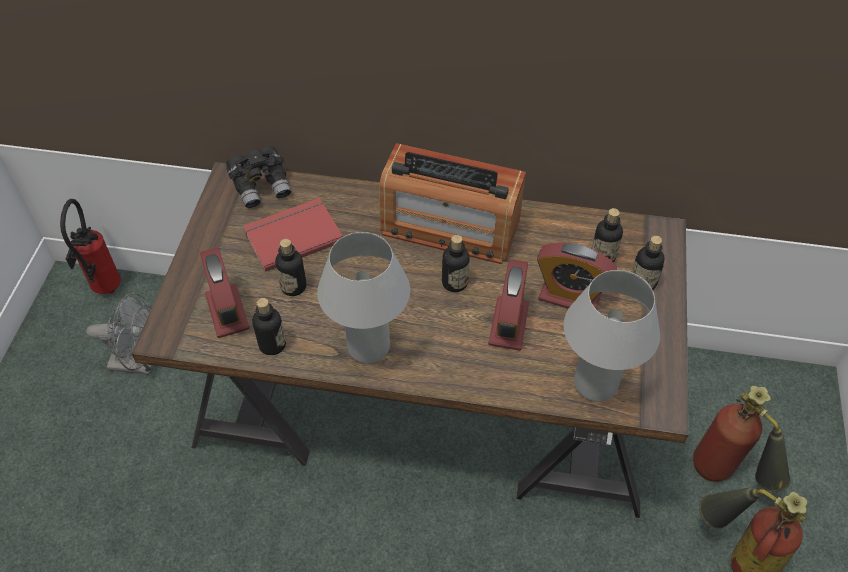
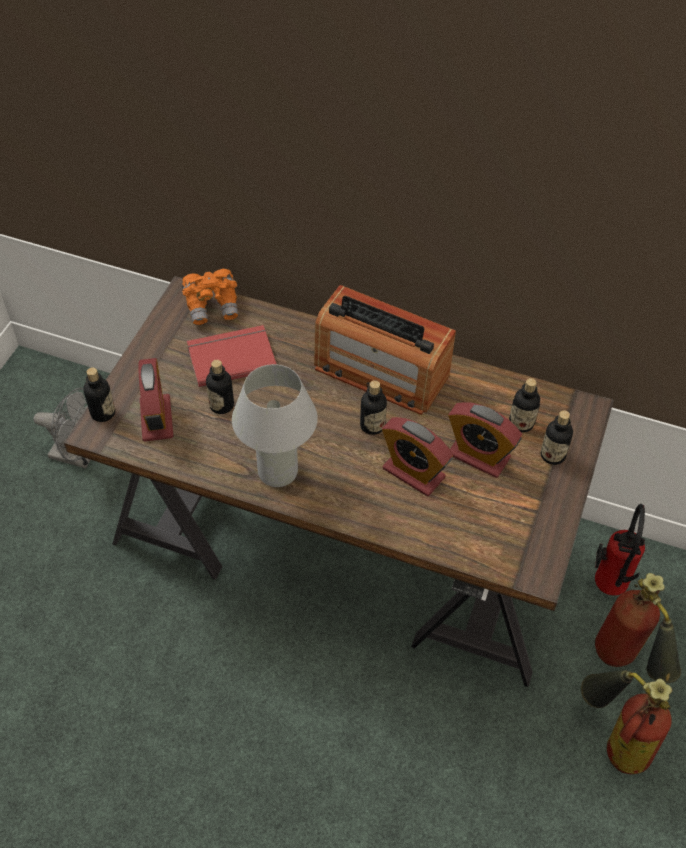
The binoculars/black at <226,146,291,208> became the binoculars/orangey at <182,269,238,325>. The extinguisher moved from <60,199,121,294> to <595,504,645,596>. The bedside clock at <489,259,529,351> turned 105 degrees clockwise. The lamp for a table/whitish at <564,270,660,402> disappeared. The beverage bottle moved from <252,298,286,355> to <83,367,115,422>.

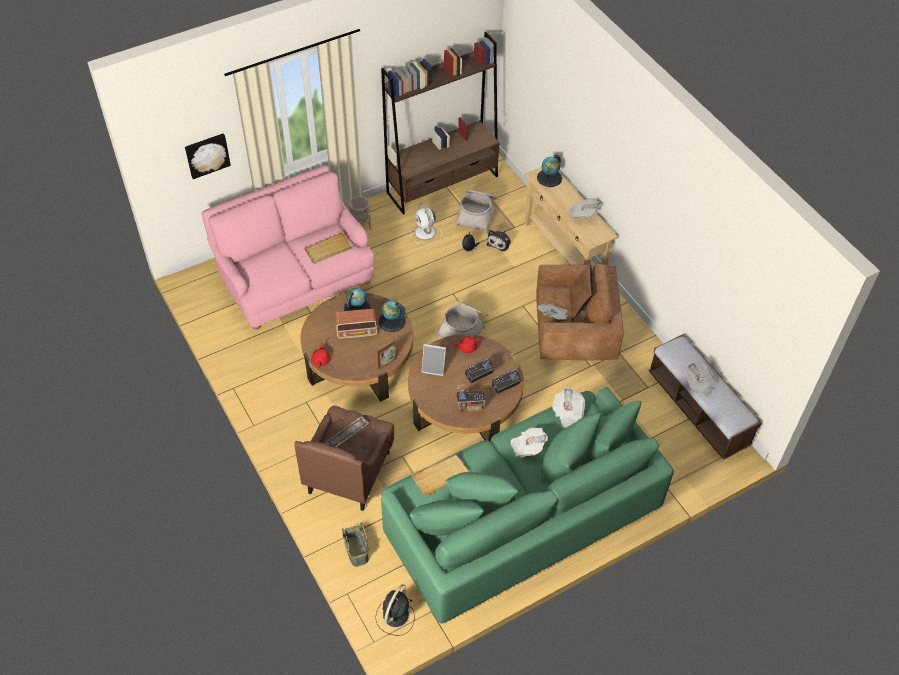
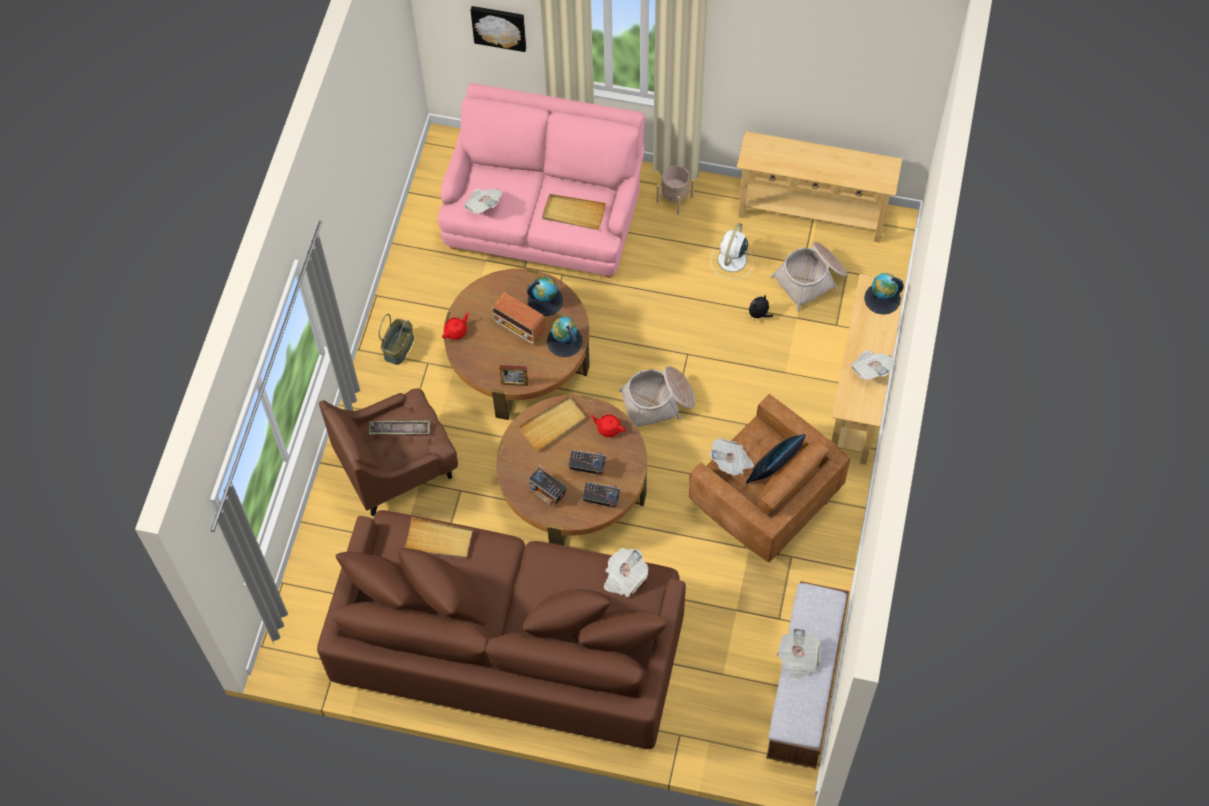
The bookshelf/brown at <381,32,500,215> was replaced by the console table/sand-coloured at <737,131,902,243>. The soft toy at <487,230,511,251> disappeared. The throw pillow/brown at <570,264,593,321> became the throw pillow/blue at <746,434,806,483>. The photo frame at <422,344,446,376> was replaced by the serving tray/sand-coloured at <519,396,587,451>. The sofa/green-coloured at <381,387,674,623> became the sofa/brown at <317,510,686,749>. The newspaper moved from <510,428,548,457> to <463,188,503,214>. The storage basket moved from <342,522,368,567> to <379,314,414,365>. The cooling fan/black at <375,584,414,636> disappeared.

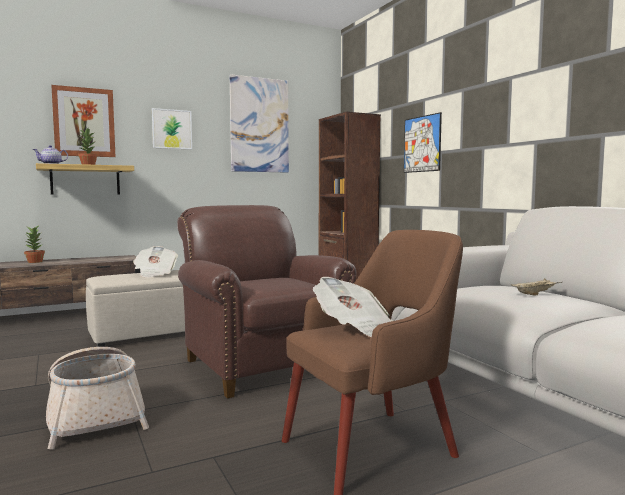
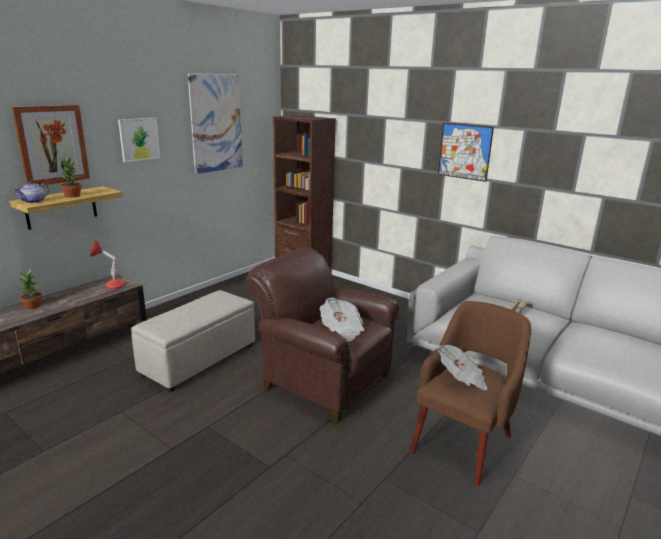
The picture moved from <404,112,442,173> to <438,123,494,182>. The newspaper moved from <133,246,178,278> to <320,298,365,342>. The storage basket at <46,347,149,449> disappeared. The lamp for a table/red at <90,240,125,289> appeared.

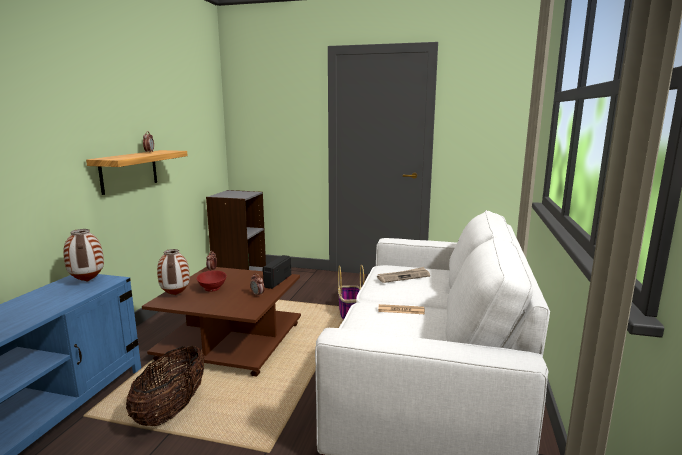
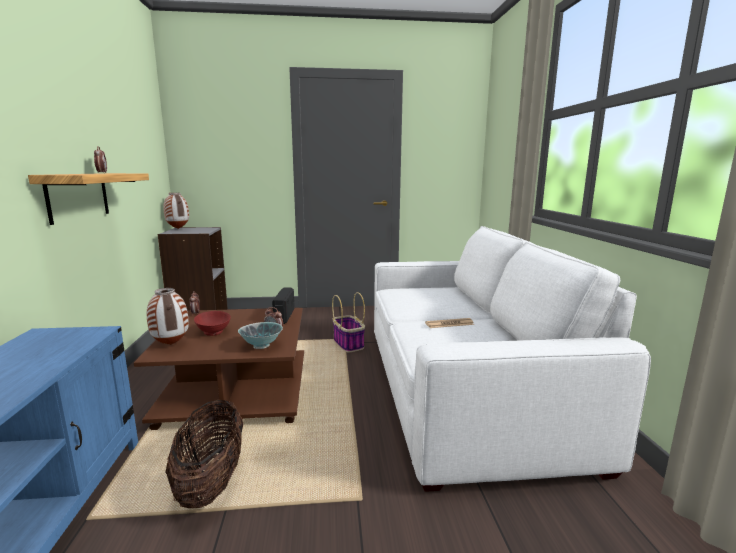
The decorative vase moved from <63,229,104,281> to <163,193,189,229>. The newspaper at <377,267,430,283> disappeared. The serving bowl at <238,322,283,349> appeared.

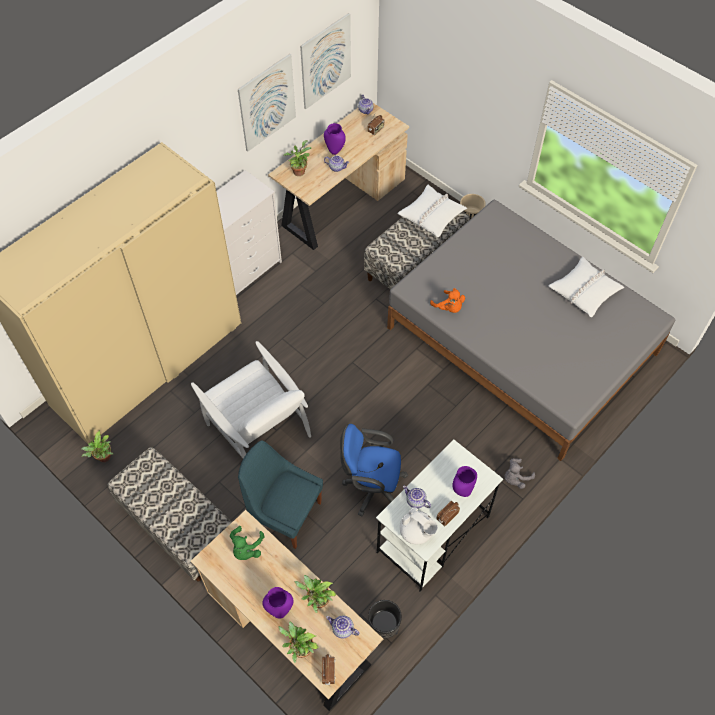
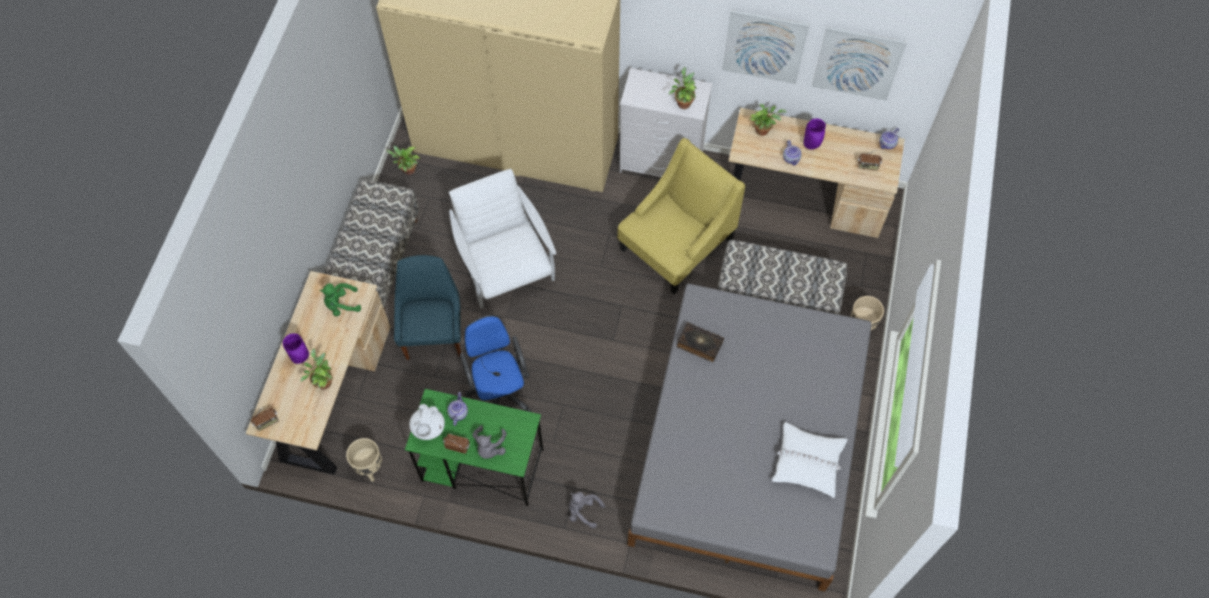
The throw pillow/whitish at <397,185,467,237> disappeared. The soft toy/orangey at <430,288,465,313> was replaced by the book at <677,322,724,362>. The lounge chair/whitish at <191,341,311,459> turned 135 degrees clockwise. The desk/whitish at <376,439,503,591> became the desk/green-coloured at <405,389,544,506>. The decorative vase/purplish at <453,466,477,497> was replaced by the soft toy/grey at <472,425,507,459>. The plant pot/black at <368,600,402,639> became the plant pot/sand-coloured at <346,438,382,482>. The pot for tea at <326,615,359,638> disappeared. The potted plant moved from <278,621,319,663> to <669,67,697,109>. The lounge chair/yellow at <617,138,745,294> appeared.

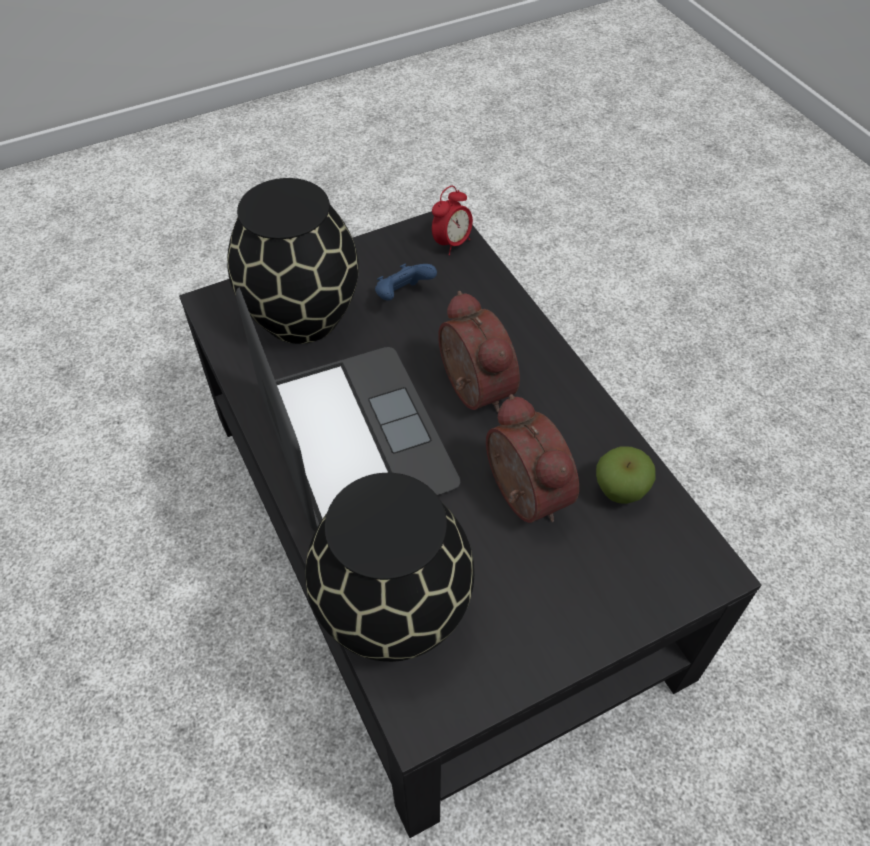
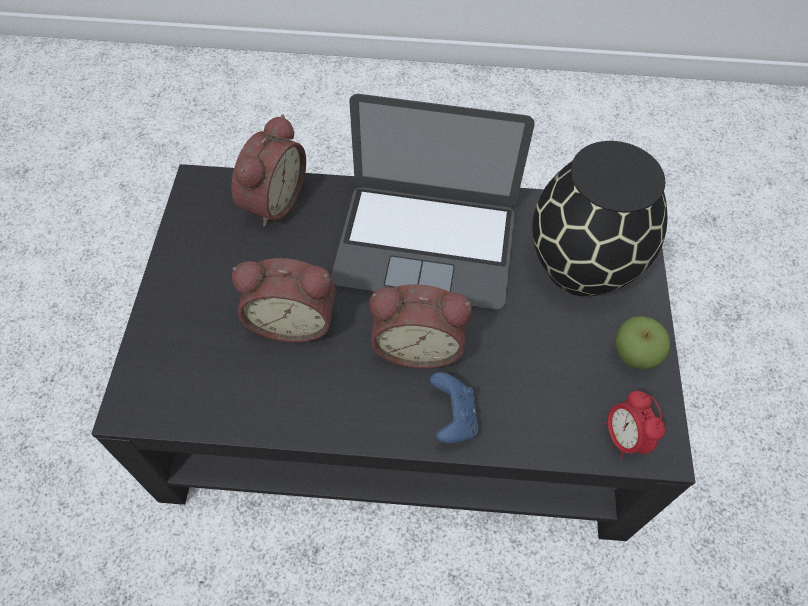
The joypad/blue moved from <375,264,437,301> to <430,372,478,443>. The whole apple moved from <596,446,656,504> to <615,316,670,369>. The decorative vase/black at <305,473,474,662> was replaced by the bedside clock at <231,115,306,227>.

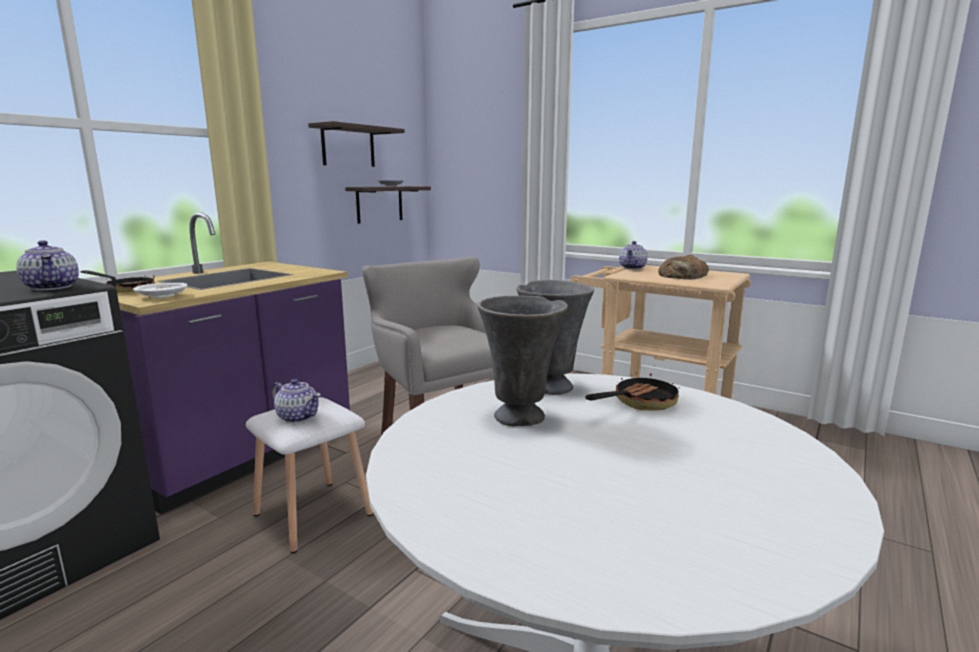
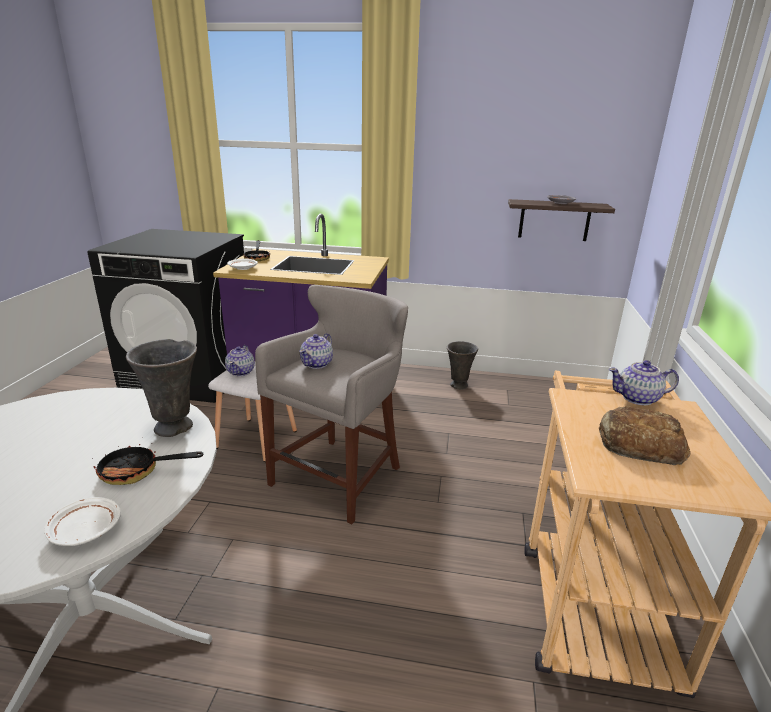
The wall shelf at <308,121,405,167> disappeared. The pot for tea moved from <16,240,79,291> to <299,333,333,369>. The decorative vase/grey moved from <477,296,568,426> to <447,341,478,390>. The frying pan at <586,373,679,411> turned 150 degrees clockwise. The plate/whitish at <44,497,121,546> appeared.

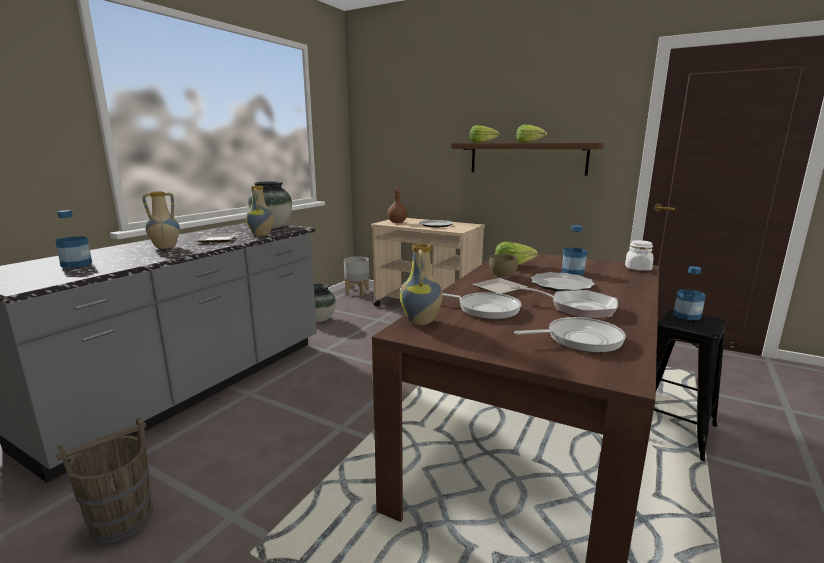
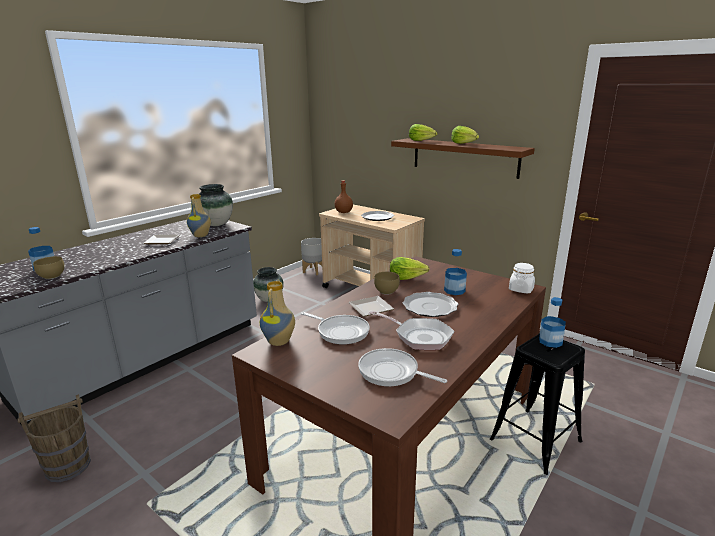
The decorative vase at <142,191,180,249> disappeared. The frying pan at <514,317,626,353> turned 150 degrees counterclockwise. The serving bowl/brown at <33,256,65,279> appeared.

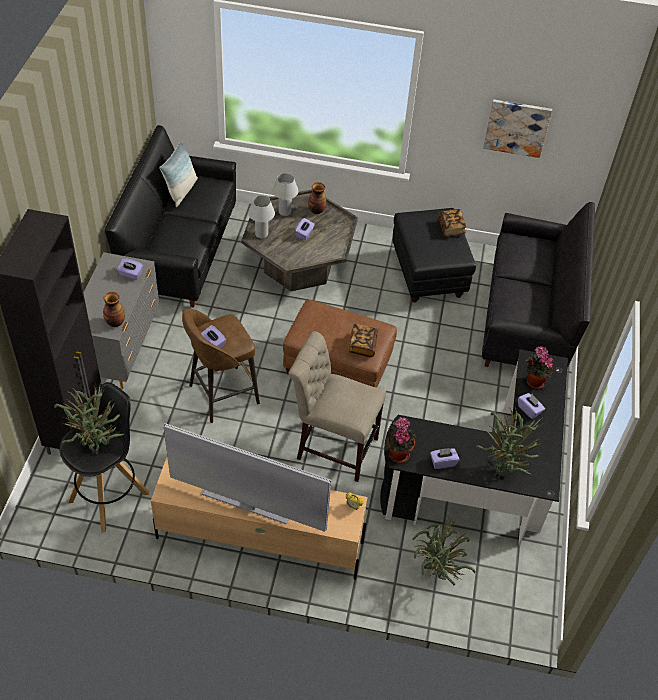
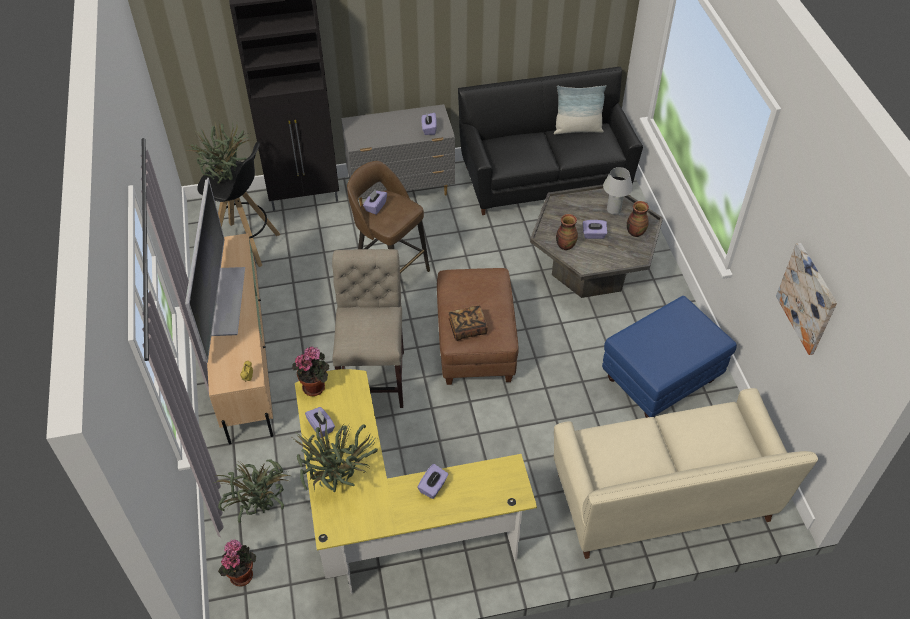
The lamp for a table/whitish at <248,195,275,238> disappeared. The sofa/black at <482,202,595,368> became the sofa/sand-coloured at <554,388,818,559>. The pouffe/black at <393,208,476,302> became the pouffe/blue at <602,296,737,418>. The book at <438,209,466,237> disappeared. The decorative vase moved from <103,292,125,327> to <556,214,578,250>. The potted plant moved from <525,346,554,389> to <218,539,256,586>. The desk/black at <380,349,568,546> became the desk/yellow at <295,369,537,594>.

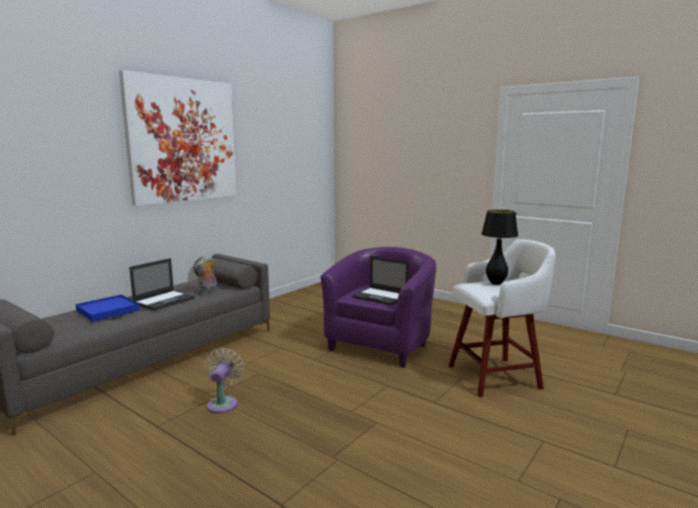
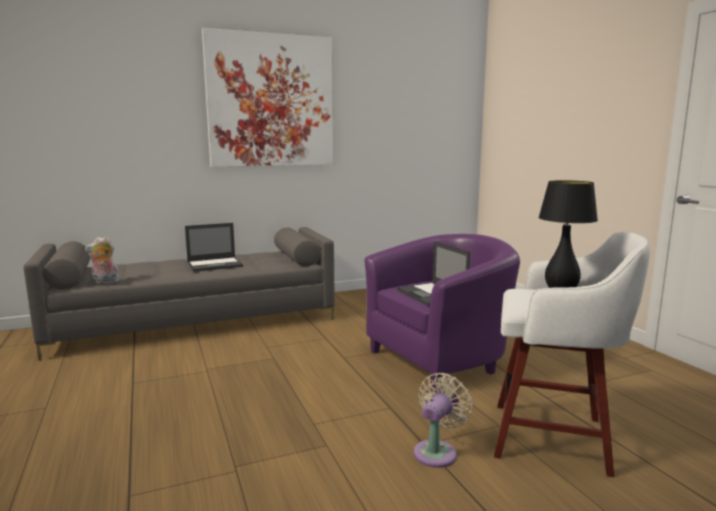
The soft toy moved from <195,255,217,294> to <85,237,122,284>. The serving tray/blue at <75,295,140,322> disappeared. The cooling fan/sand-coloured moved from <205,348,244,414> to <414,373,473,468>.

